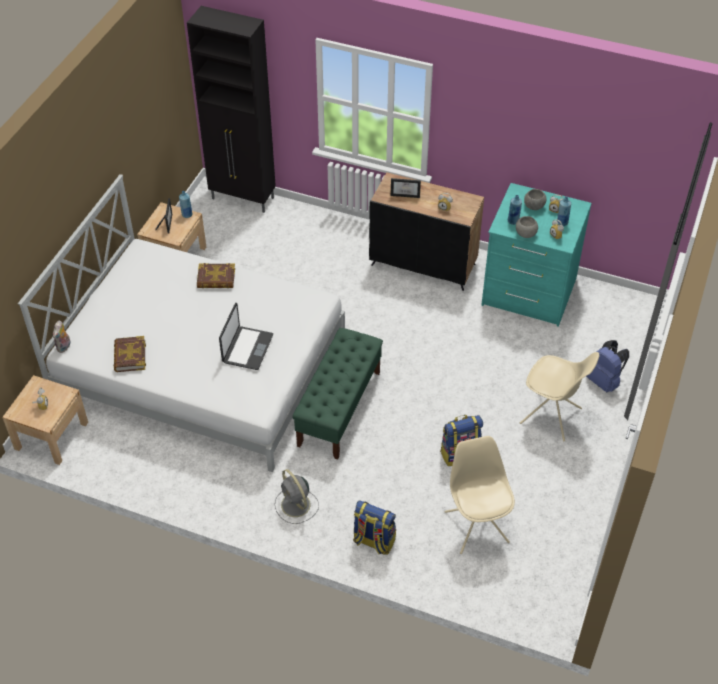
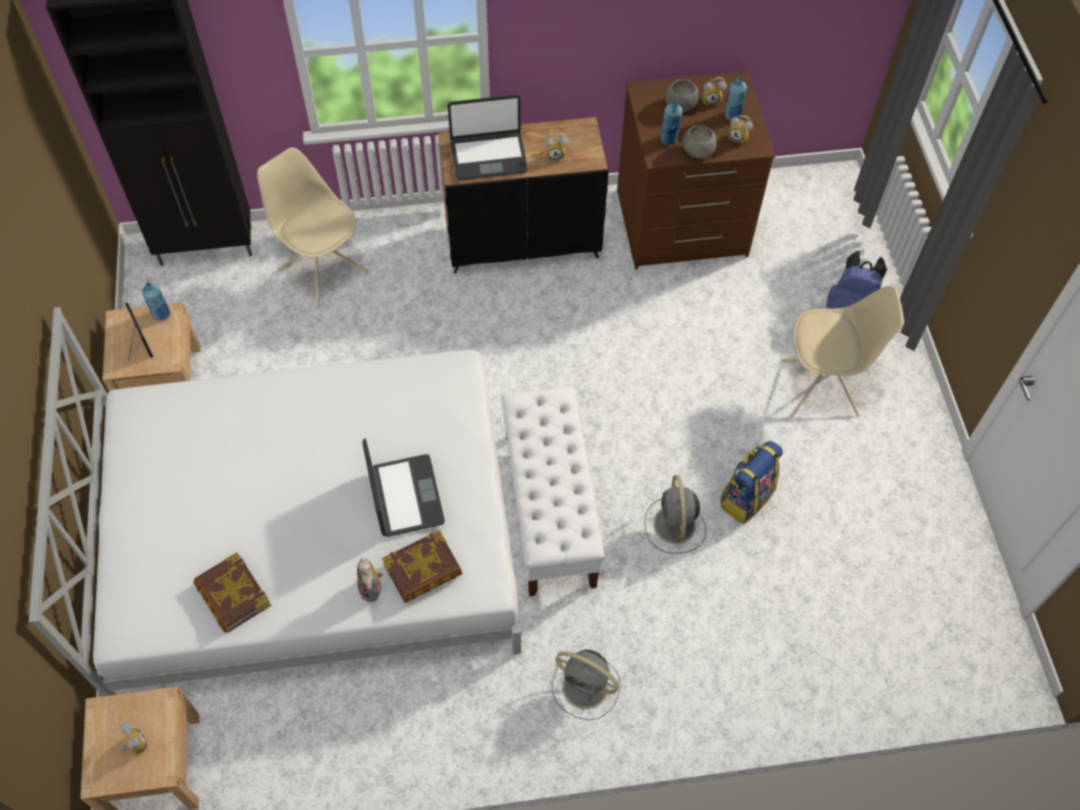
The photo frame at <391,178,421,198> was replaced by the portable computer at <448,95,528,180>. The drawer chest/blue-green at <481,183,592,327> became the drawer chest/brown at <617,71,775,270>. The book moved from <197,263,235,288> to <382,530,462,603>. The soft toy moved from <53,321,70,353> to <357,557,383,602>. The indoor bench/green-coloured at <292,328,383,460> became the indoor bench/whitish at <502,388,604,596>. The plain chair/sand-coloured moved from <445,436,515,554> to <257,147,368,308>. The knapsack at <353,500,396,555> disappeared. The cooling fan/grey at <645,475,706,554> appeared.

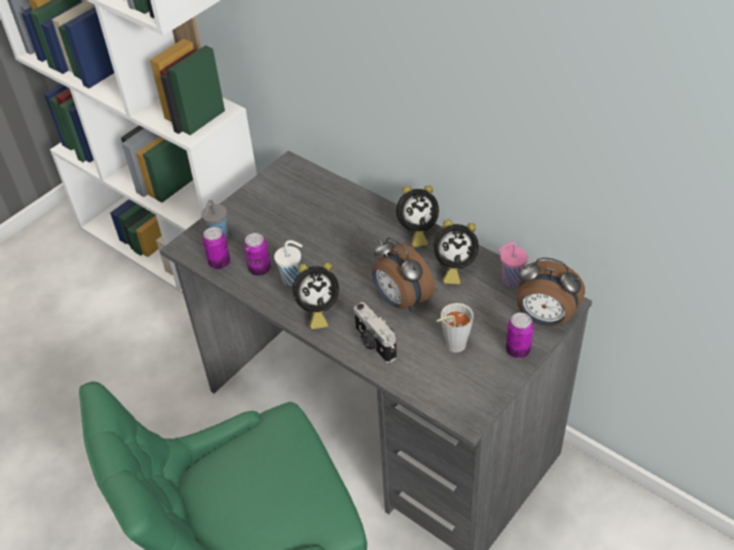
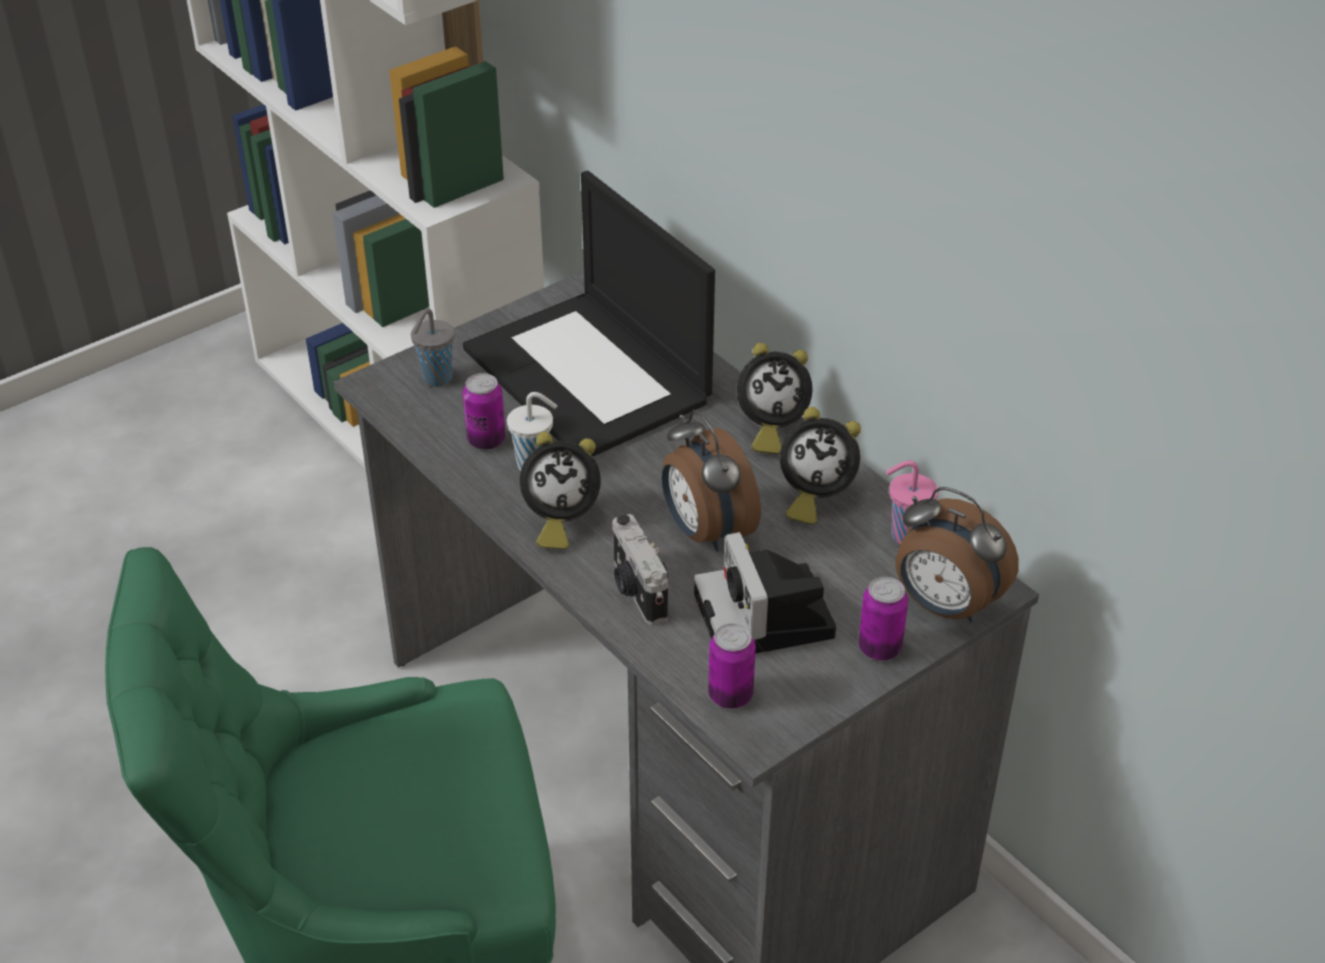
The metal can moved from <203,227,230,270> to <708,623,756,709>. The cup/grey at <436,303,474,353> was replaced by the still camera at <694,532,836,654>. The portable computer at <463,171,715,456> appeared.

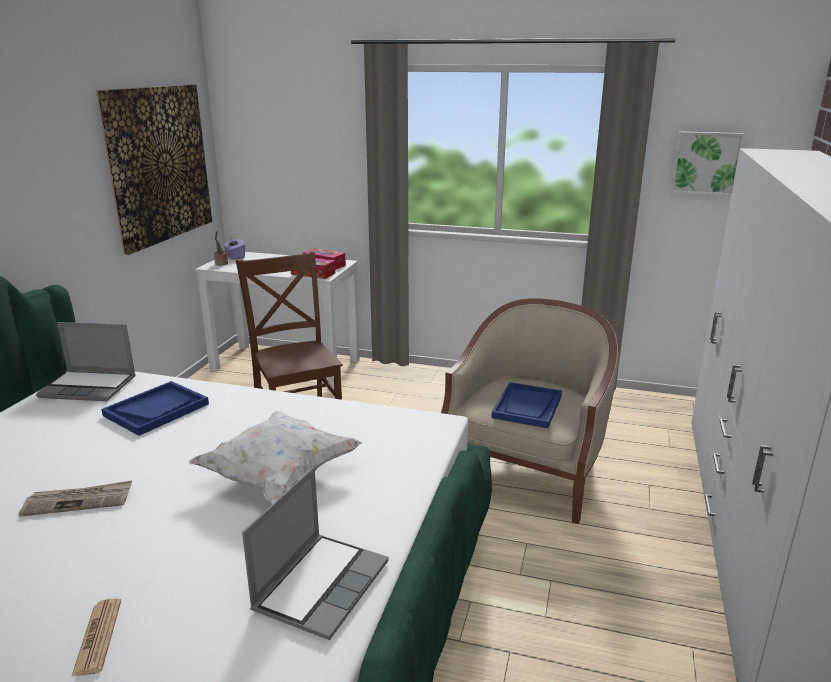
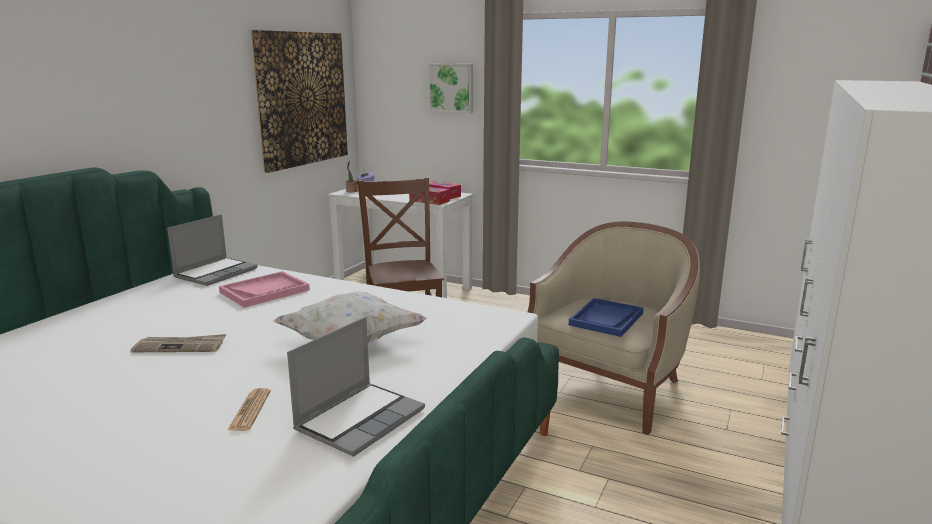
The picture moved from <670,131,745,196> to <428,63,473,113>. The portable computer at <36,322,136,401> turned 75 degrees counterclockwise. The serving tray/blue at <101,381,209,436> became the serving tray/pink at <219,271,310,308>. The newspaper moved from <71,598,121,677> to <228,388,271,431>.

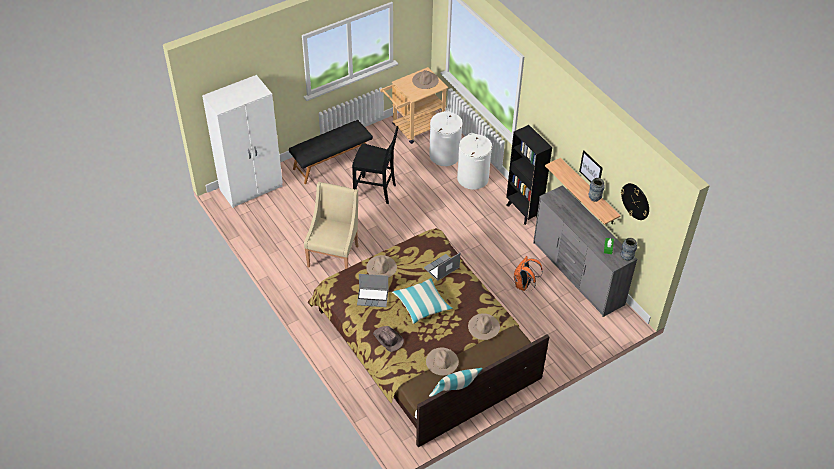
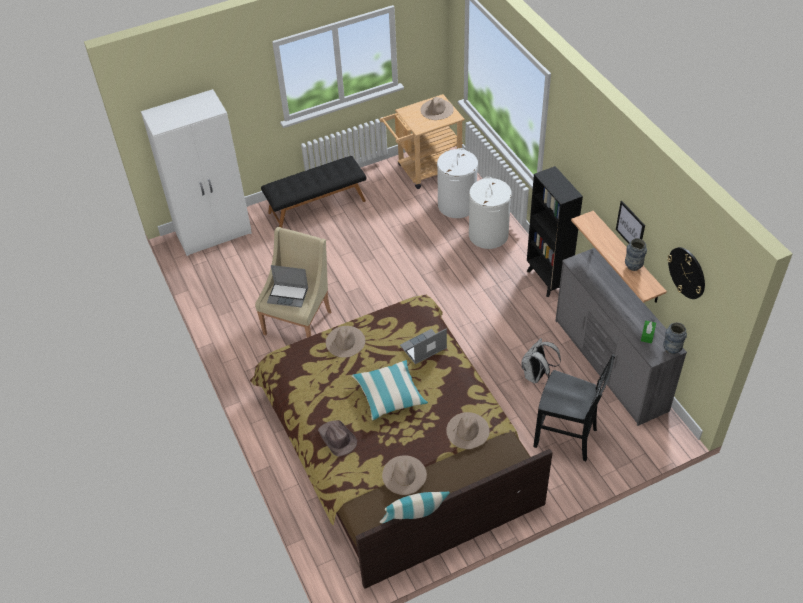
The plain chair/black moved from <352,126,399,204> to <533,354,615,462>. The knapsack/orangey at <514,256,543,291> became the knapsack/whitish at <521,338,561,384>. The portable computer moved from <357,274,388,307> to <267,265,308,307>.

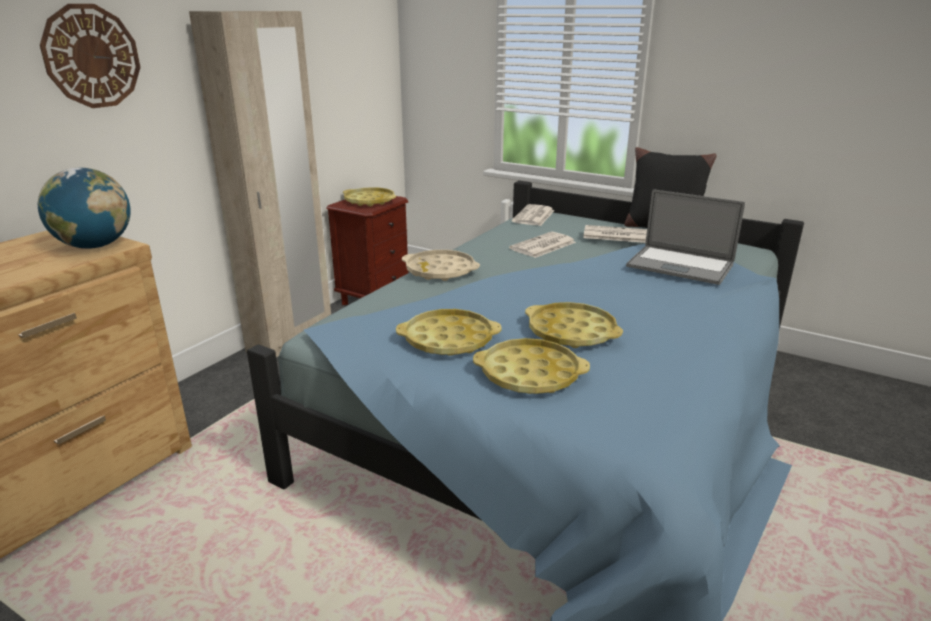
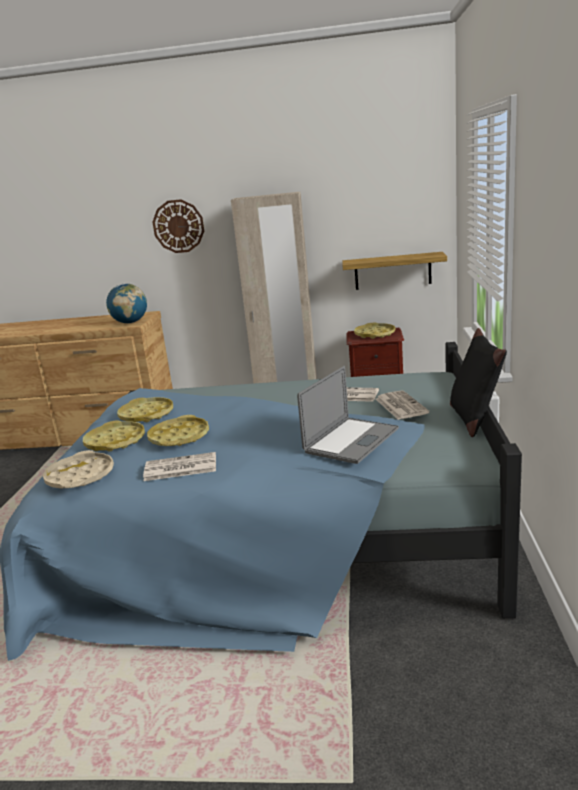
The portable computer at <626,189,745,285> turned 150 degrees counterclockwise. The newspaper moved from <512,204,555,226> to <143,452,216,481>. The serving tray/sand-coloured moved from <402,250,480,281> to <43,450,114,489>. The wall shelf at <343,252,447,290> appeared.

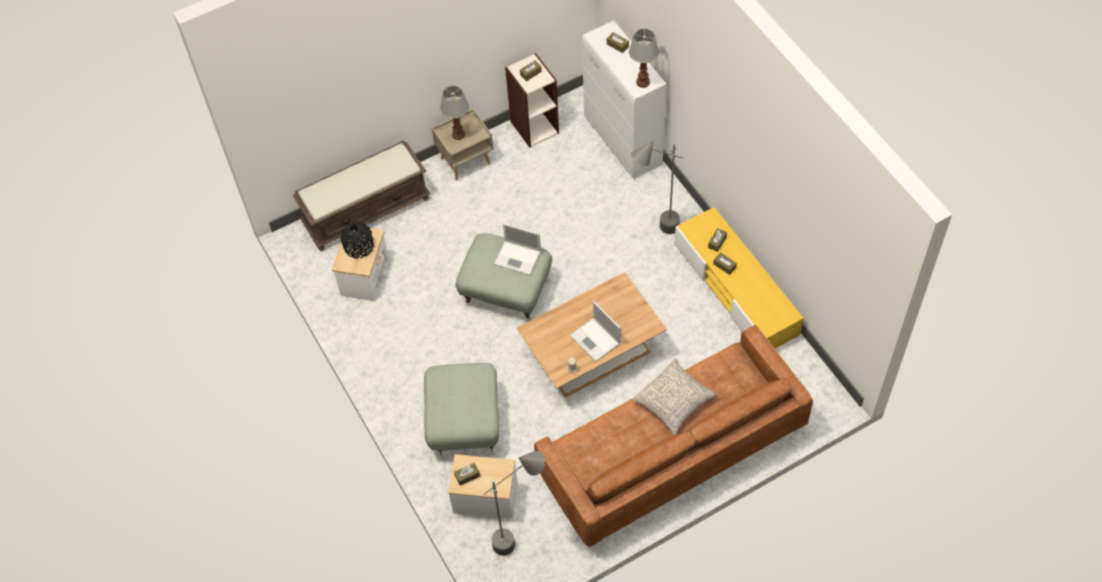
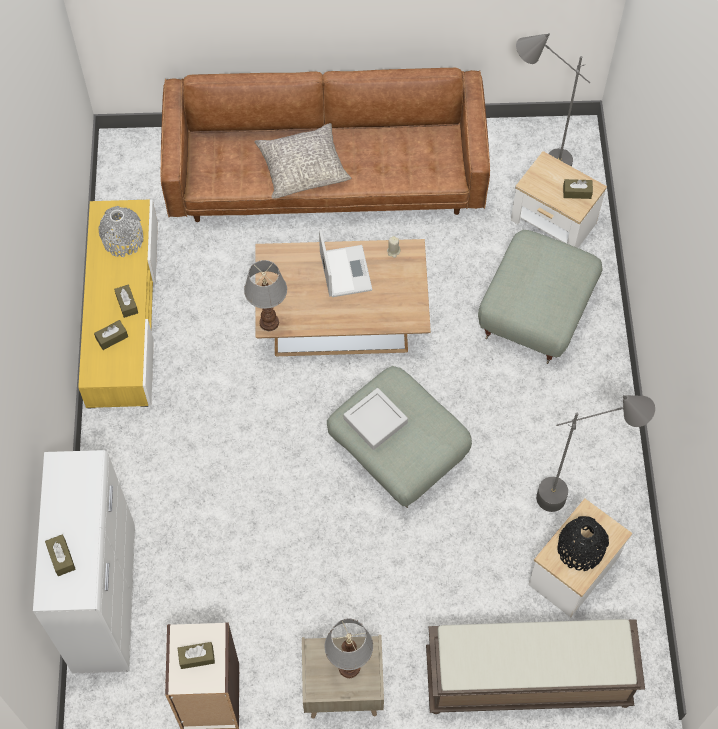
The lamp for a table moved from <629,29,659,88> to <244,260,287,331>. The floor lamp/grey moved from <631,140,684,234> to <536,395,655,512>. The portable computer at <494,223,541,275> was replaced by the serving tray/grey at <344,388,408,450>. The decorative vase/grey at <98,206,143,257> appeared.

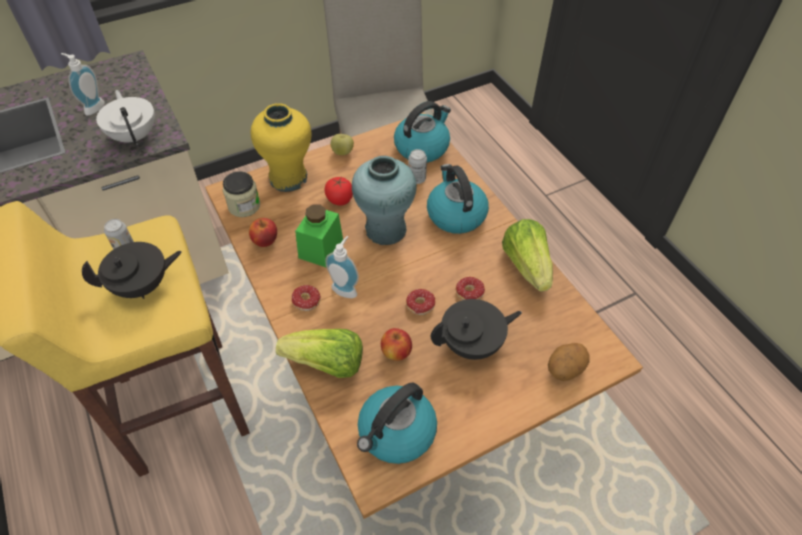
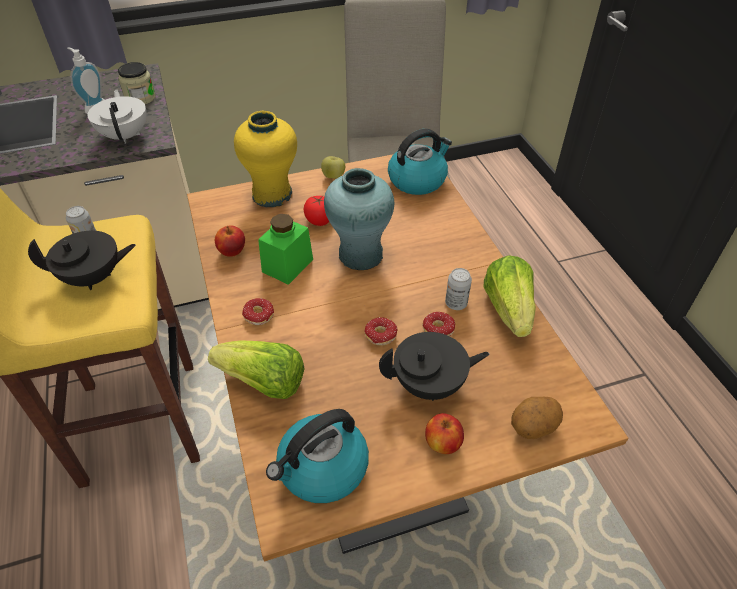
The metal can moved from <408,149,427,184> to <445,268,472,310>. The kettle at <427,164,489,234> disappeared. The jar moved from <223,171,260,217> to <118,62,156,105>. The soap dispenser at <325,236,359,298> disappeared. The whole apple moved from <381,328,412,361> to <425,413,464,454>.

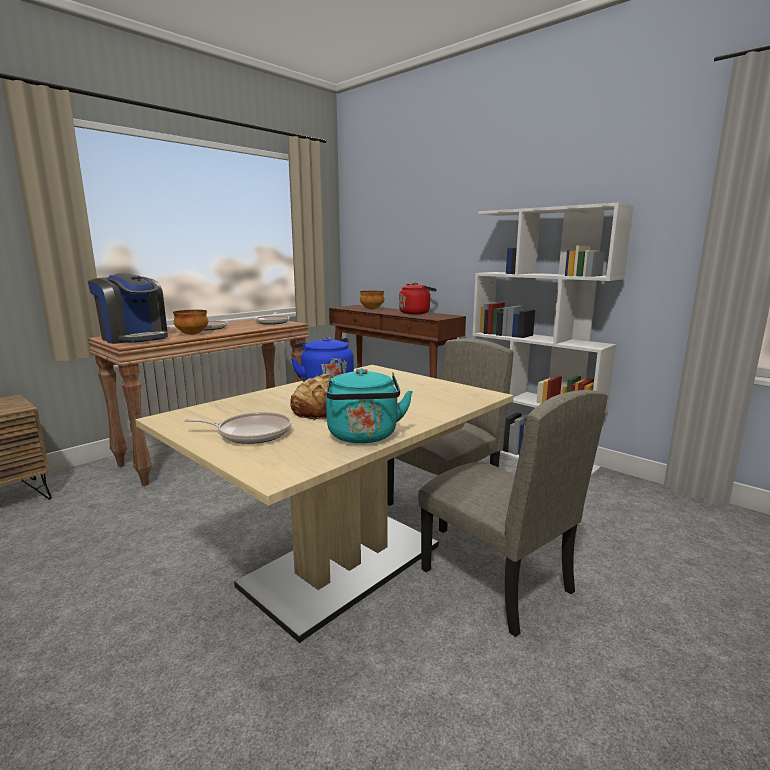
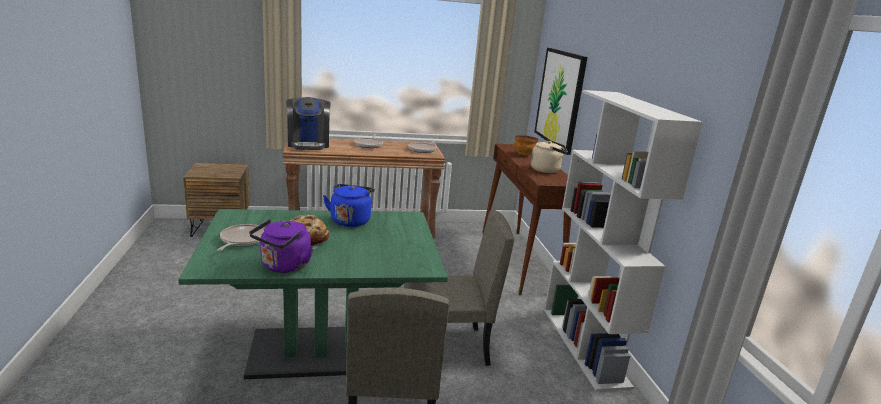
The kettle/red at <399,283,437,315> became the kettle/sand-coloured at <531,140,568,173>. The serving bowl at <173,310,208,335> disappeared. The kitchen table/sand-coloured at <135,365,514,643> became the kitchen table/green-coloured at <178,209,448,379>. The kettle/blue-green at <326,368,413,443> became the kettle/purplish at <249,219,313,273>. The frying pan at <184,412,292,444> turned 120 degrees counterclockwise. The picture at <534,48,588,155> appeared.

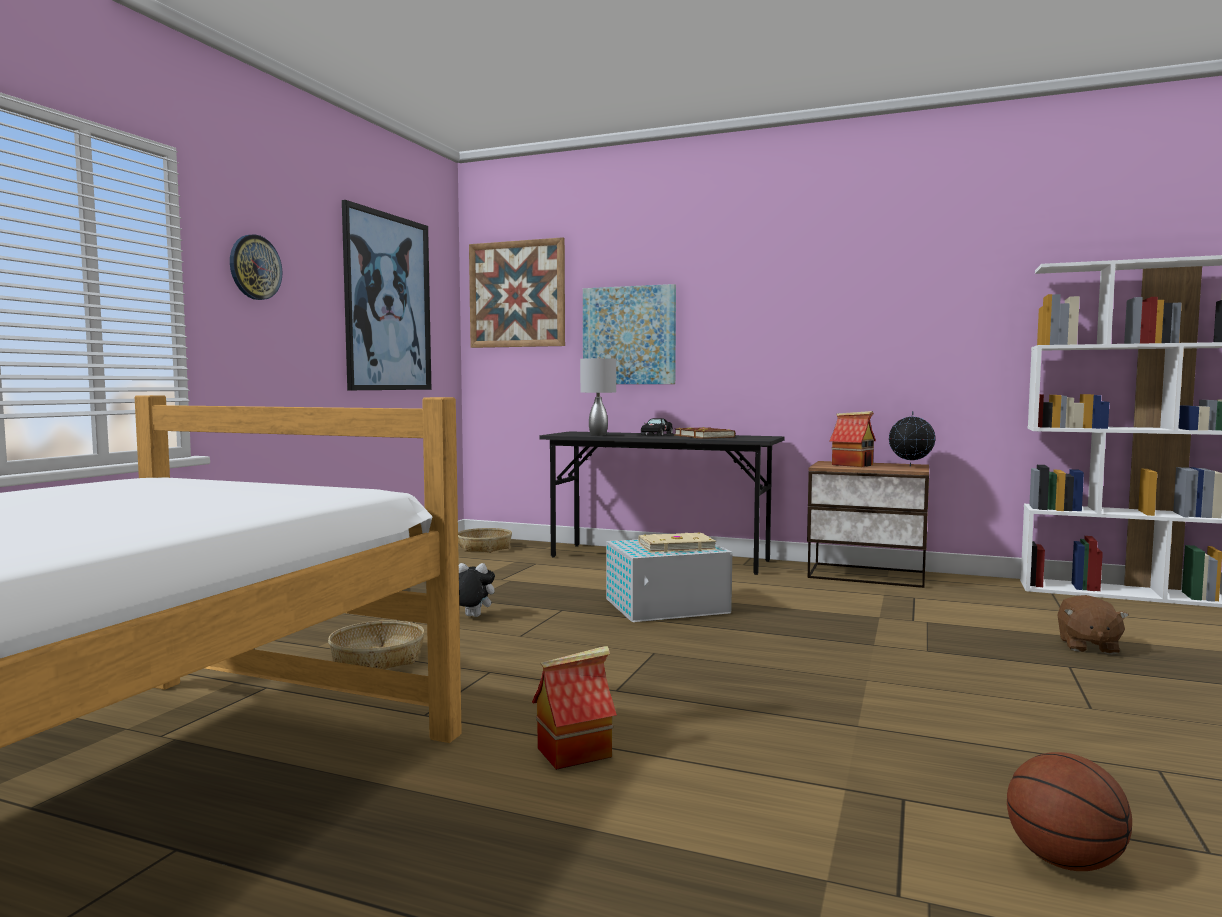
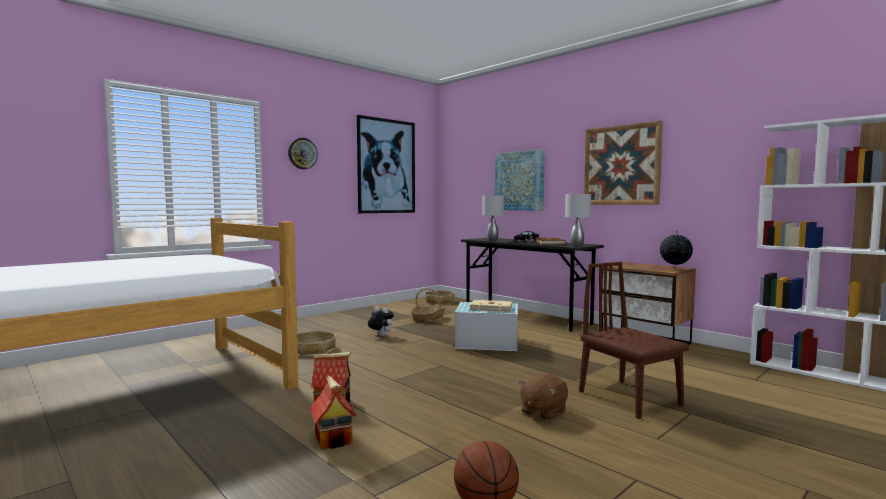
The picture moved from <469,237,565,348> to <584,121,663,205>. The model house moved from <830,411,876,467> to <310,375,357,450>. The soft toy/brown moved from <1057,595,1129,655> to <519,374,568,421>. The lamp for a table/grey at <565,193,591,247> appeared. The plain chair/brown at <579,262,689,419> appeared. The storage basket at <411,288,446,322> appeared.

